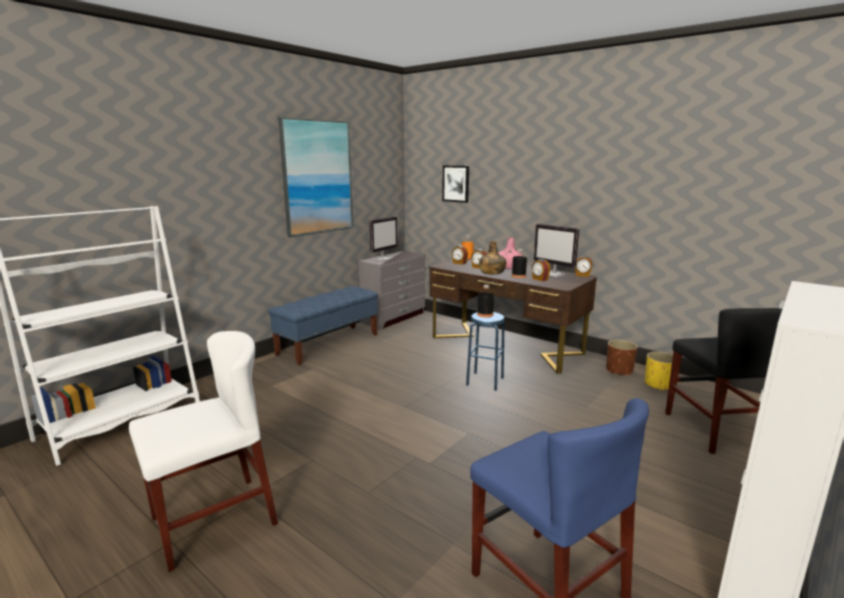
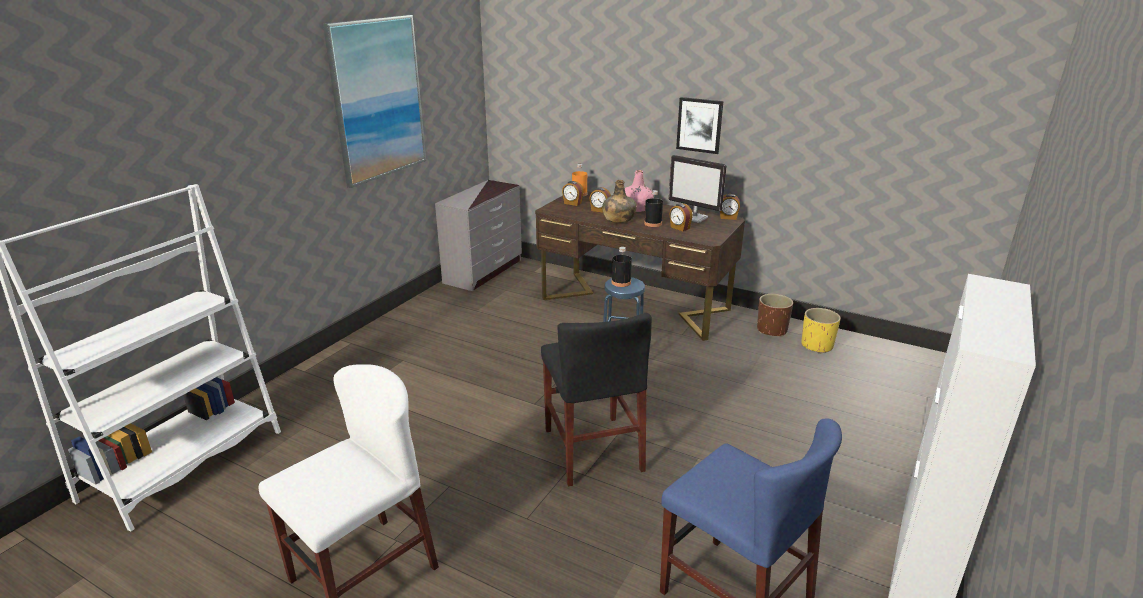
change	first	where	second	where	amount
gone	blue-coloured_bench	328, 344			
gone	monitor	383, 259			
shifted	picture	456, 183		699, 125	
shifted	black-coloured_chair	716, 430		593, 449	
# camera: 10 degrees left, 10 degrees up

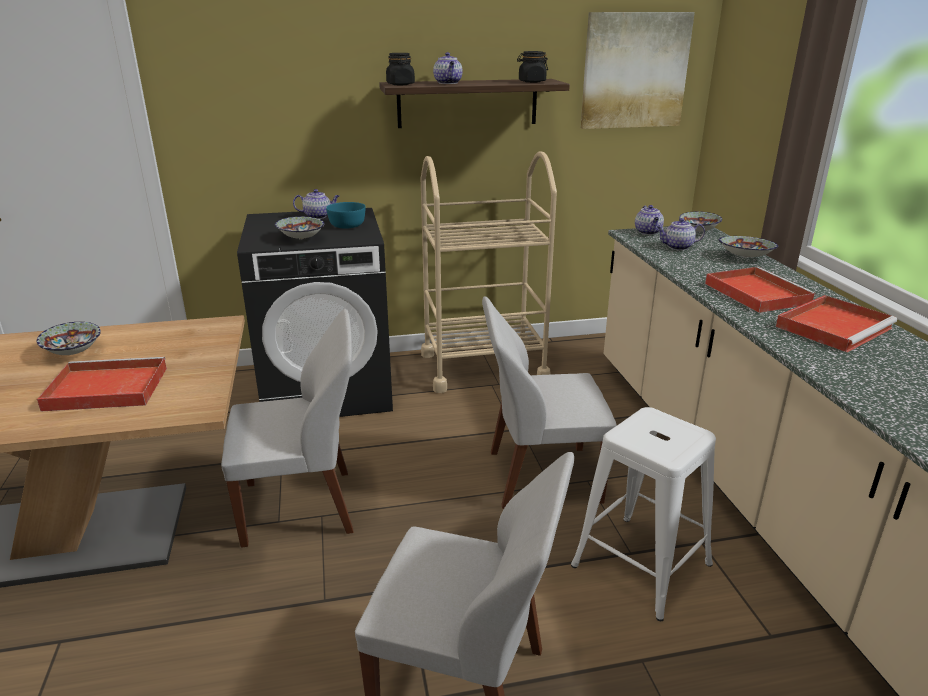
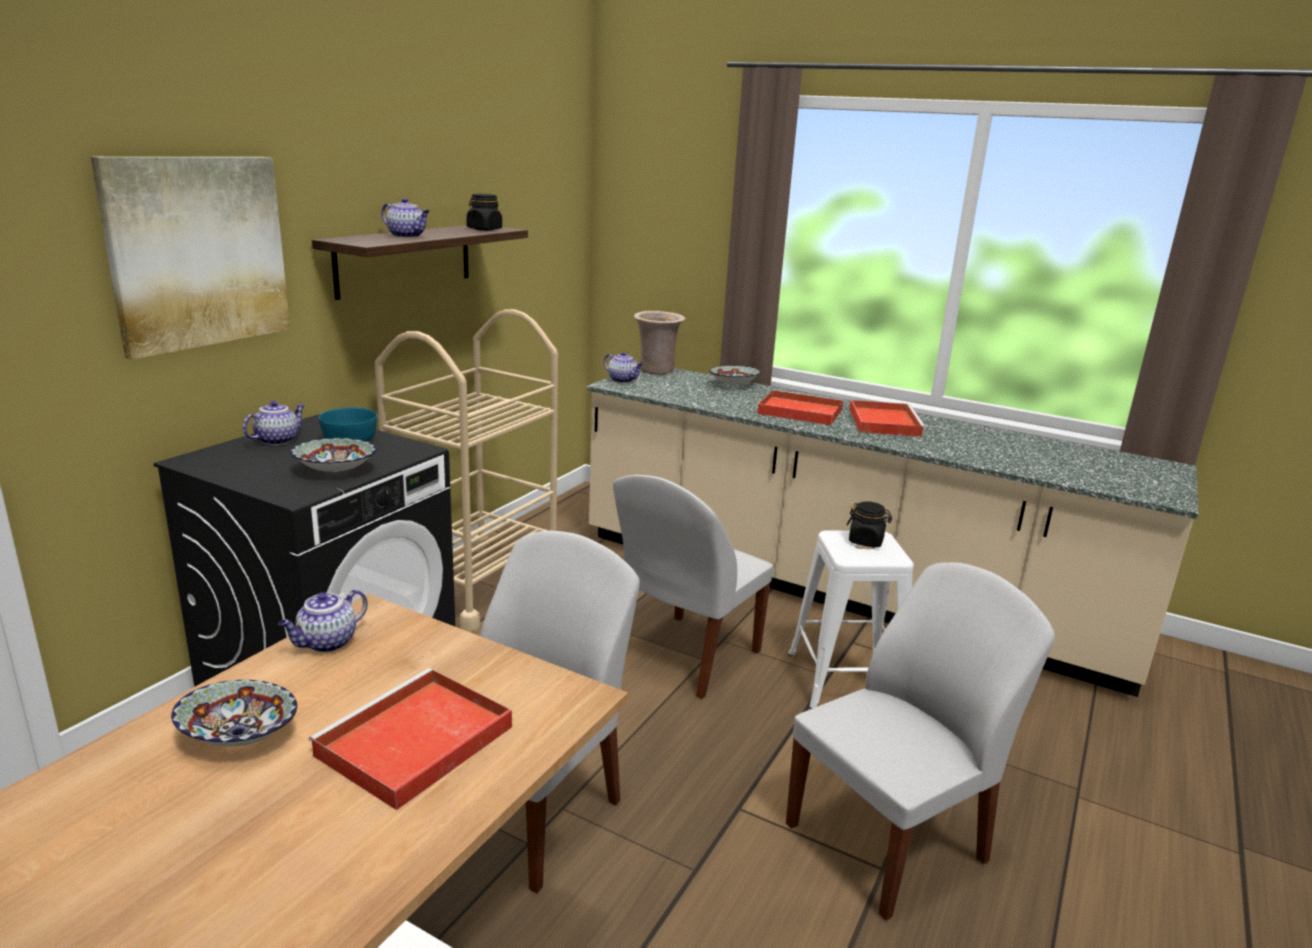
change	first	where	second	where	amount
shifted	black-coloured_preserve_jar	400, 84		866, 541	
shifted	picture	634, 71		198, 252	
shifted	tea_pot	677, 247		327, 643	
swapped	bowl	699, 231	sand-coloured_vase	657, 371	
# camera: 50 degrees left, 5 degrees down

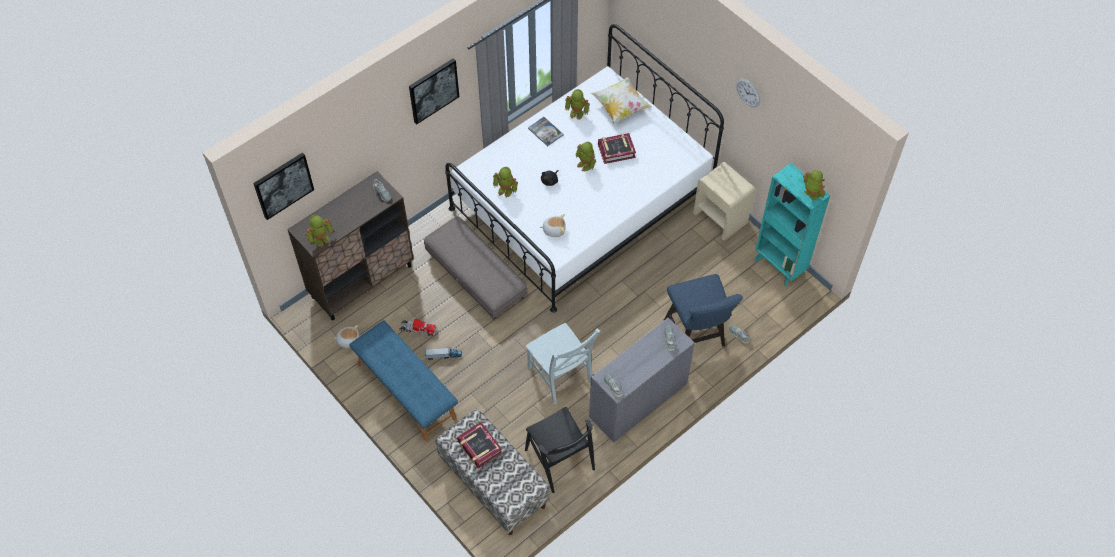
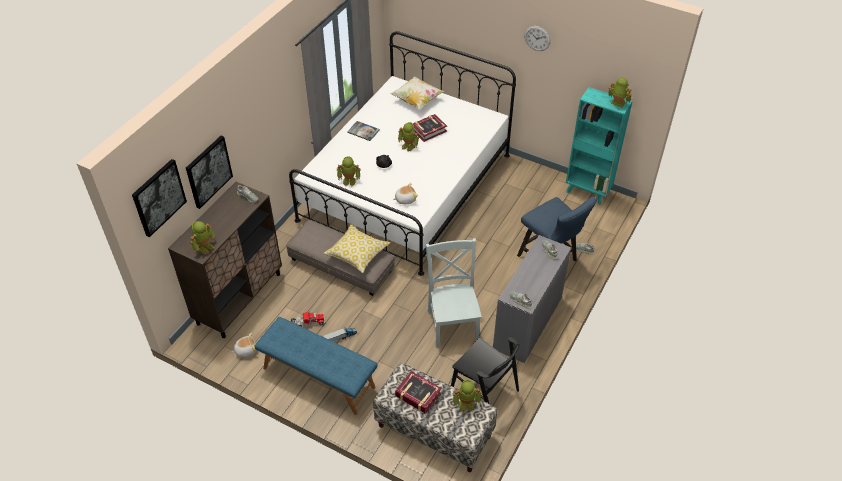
change	first	where	second	where	amount
shifted	picture	433, 90		208, 171	
rotated	grey_chair	561, 376		452, 324	135 degrees counterclockwise
shifted	toy_robot	577, 113		466, 403	
gone	sand-coloured_nightstand	720, 218			
new			pillow	357, 254	
# camera: 20 degrees left, 10 degrees down

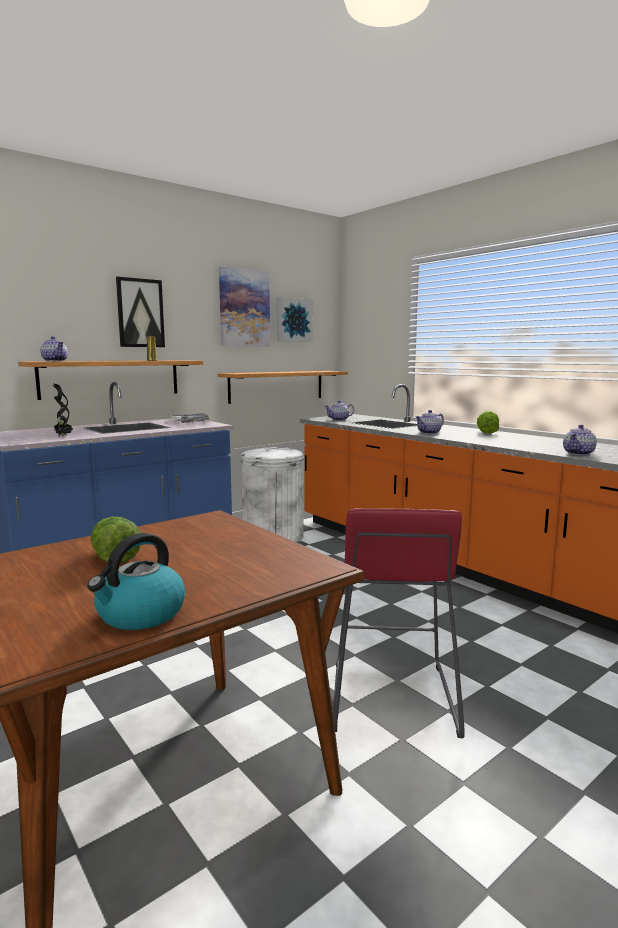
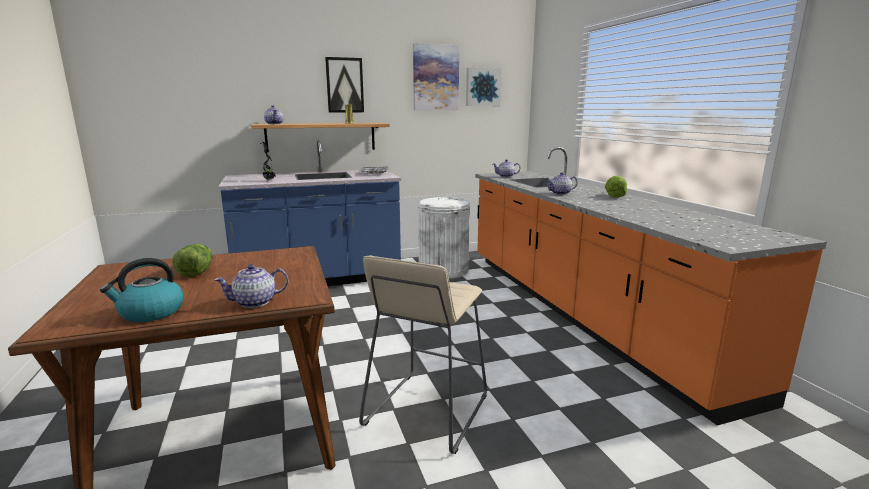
change	first	where	second	where	amount
gone	wall_shelf	277, 386			
repainted	red_sitting_stool	391, 697	sand-coloured_sitting_stool	427, 411	
shifted	tea_pot	579, 453		255, 302	
# camera: 20 degrees right, 5 degrees up

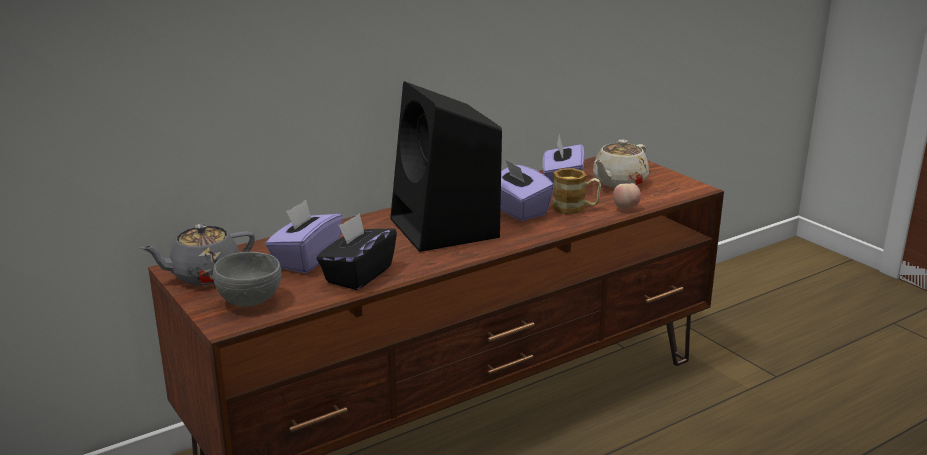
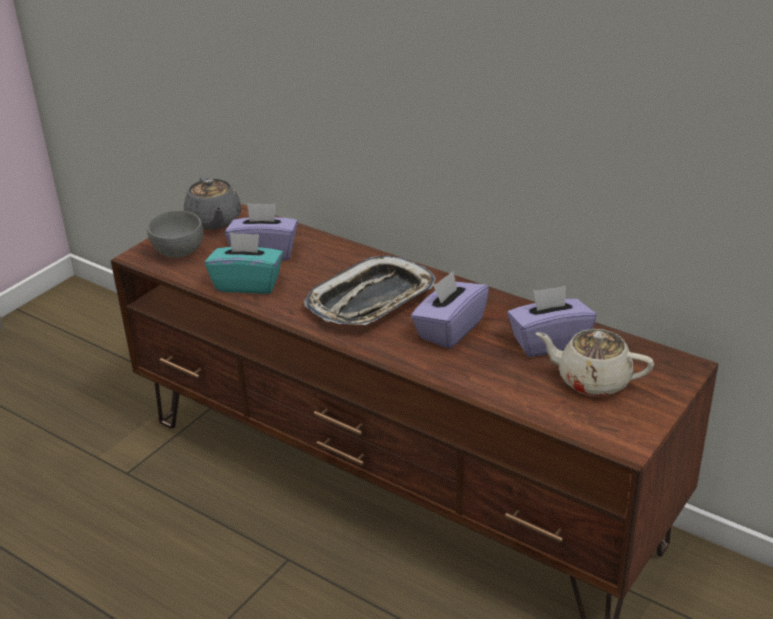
change	first	where	second	where	amount
rotated	grey_tea_pot	204, 275		214, 221	150 degrees counterclockwise
repainted	black-coloured_box_of_tissues	358, 275	turquoise-coloured_box_of_tissues	248, 284	
swapped	black-coloured_audio_speaker	446, 229	tray	371, 301	
gone	coffee_mug	575, 208			
gone	whole_apple	625, 208			
# camera: 70 degrees right, 10 degrees up

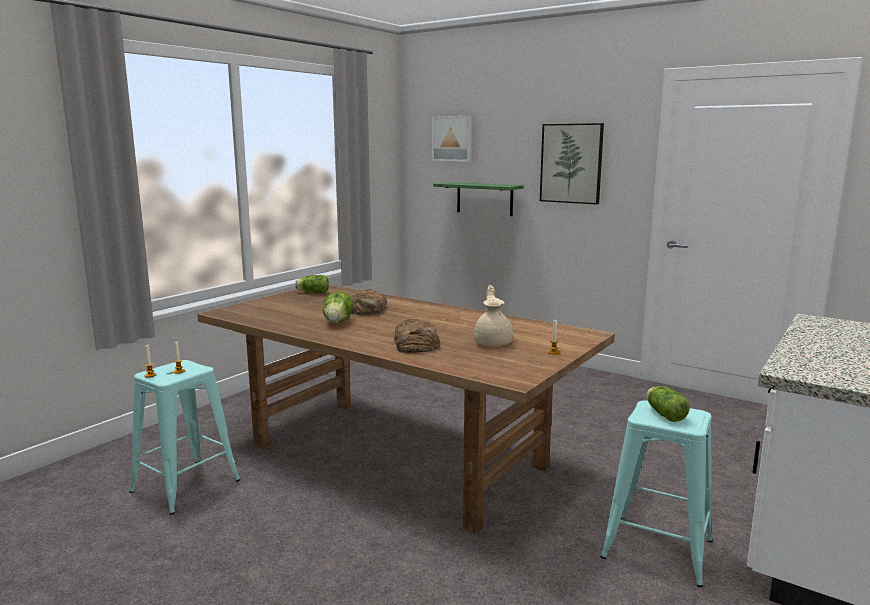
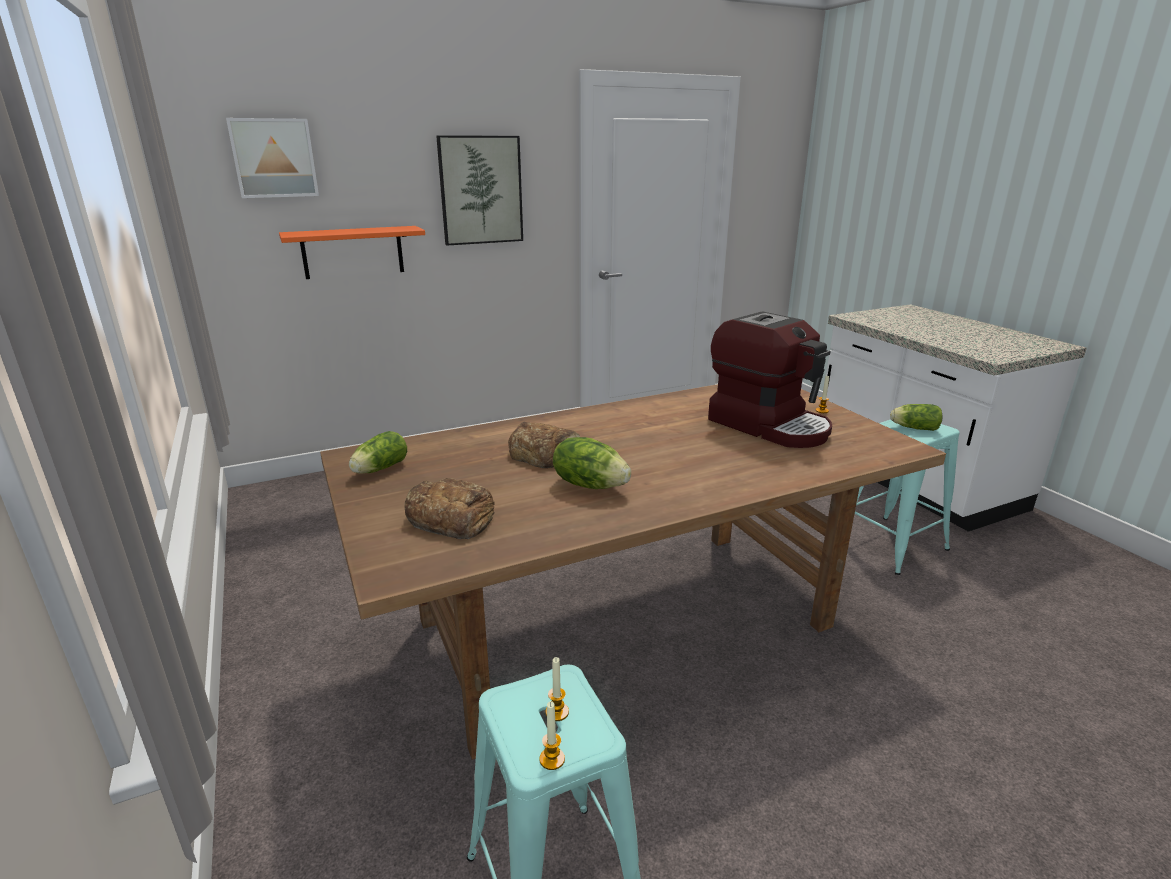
change	first	where	second	where	amount
shifted	bread	415, 344		451, 517	
repainted	green-coloured_wall_shelf	484, 198	orangey_wall_shelf	353, 252	
swapped	sand-coloured_tea_pot	493, 343	coffee_machine	769, 425	
# camera: 60 degrees left, 10 degrees up

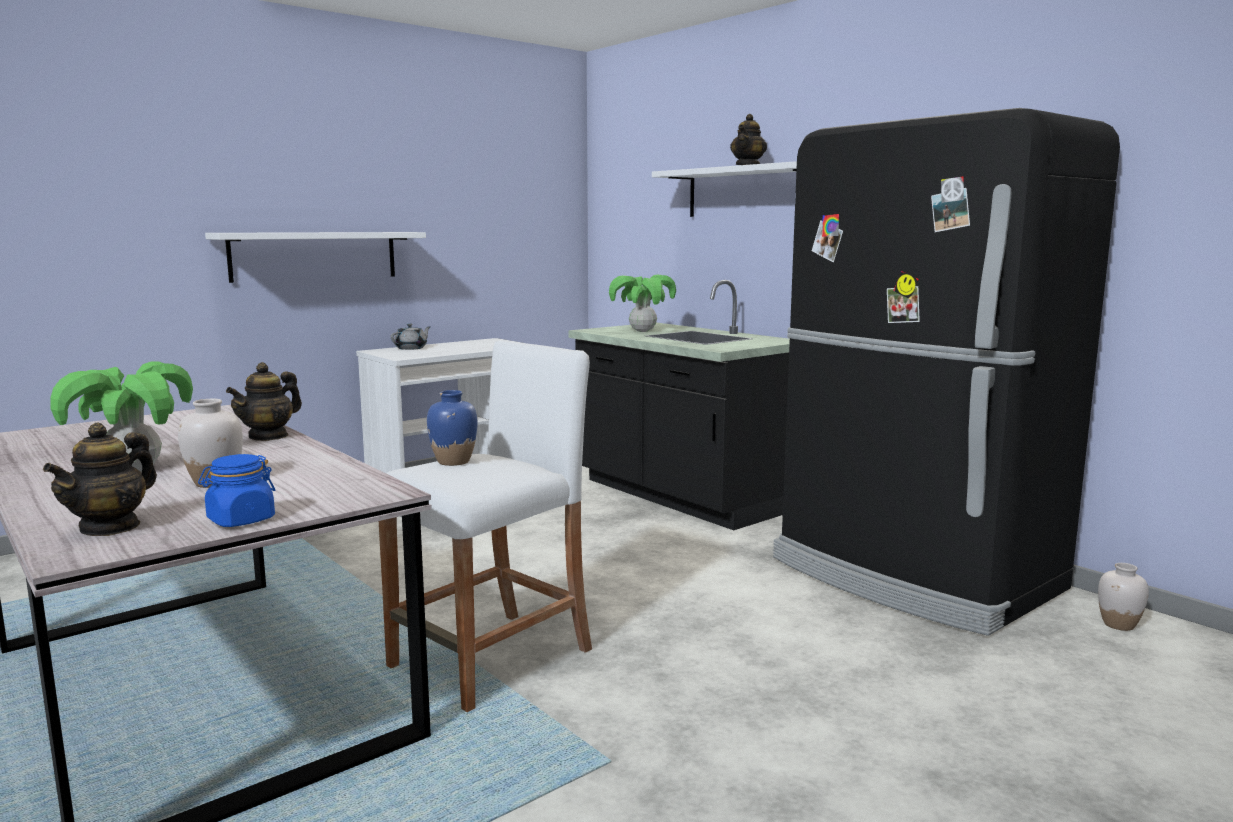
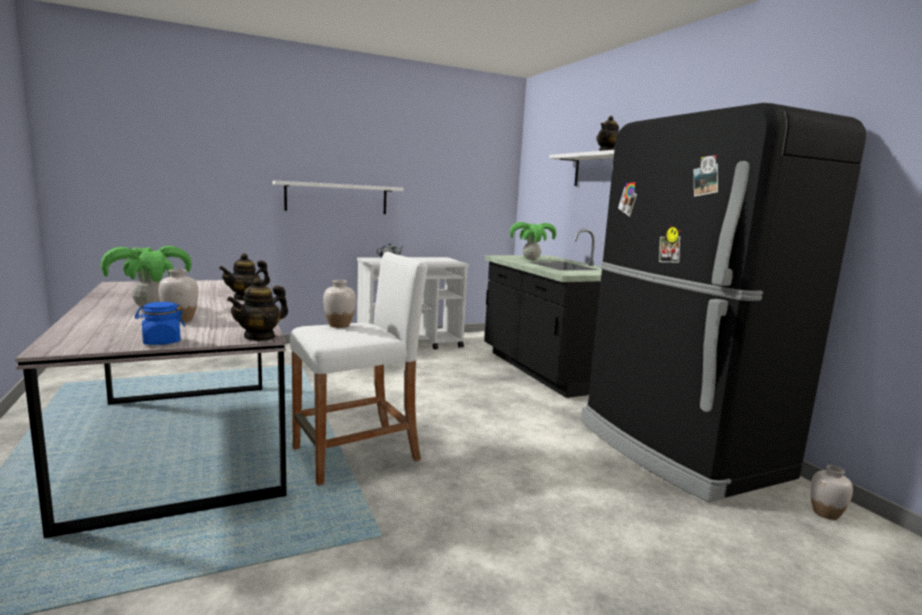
change	first	where	second	where	amount
shifted	tea_pot	110, 527		260, 337	
repainted	blue-coloured_vase	454, 461	whitish_vase	339, 325	
# camera: 15 degrees right, 0 degrees up

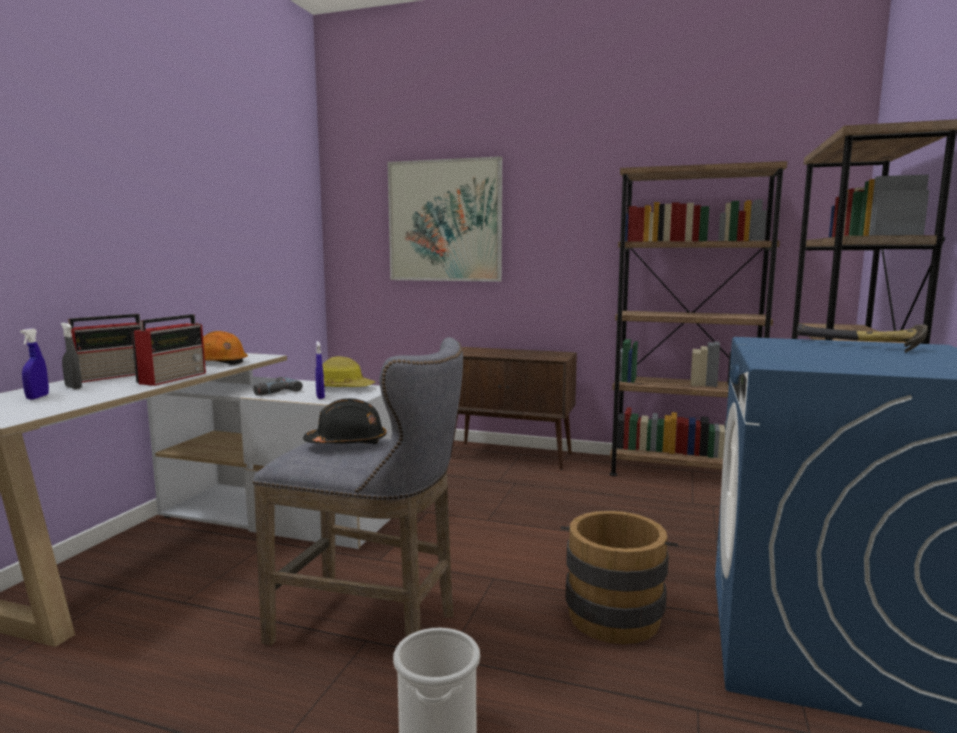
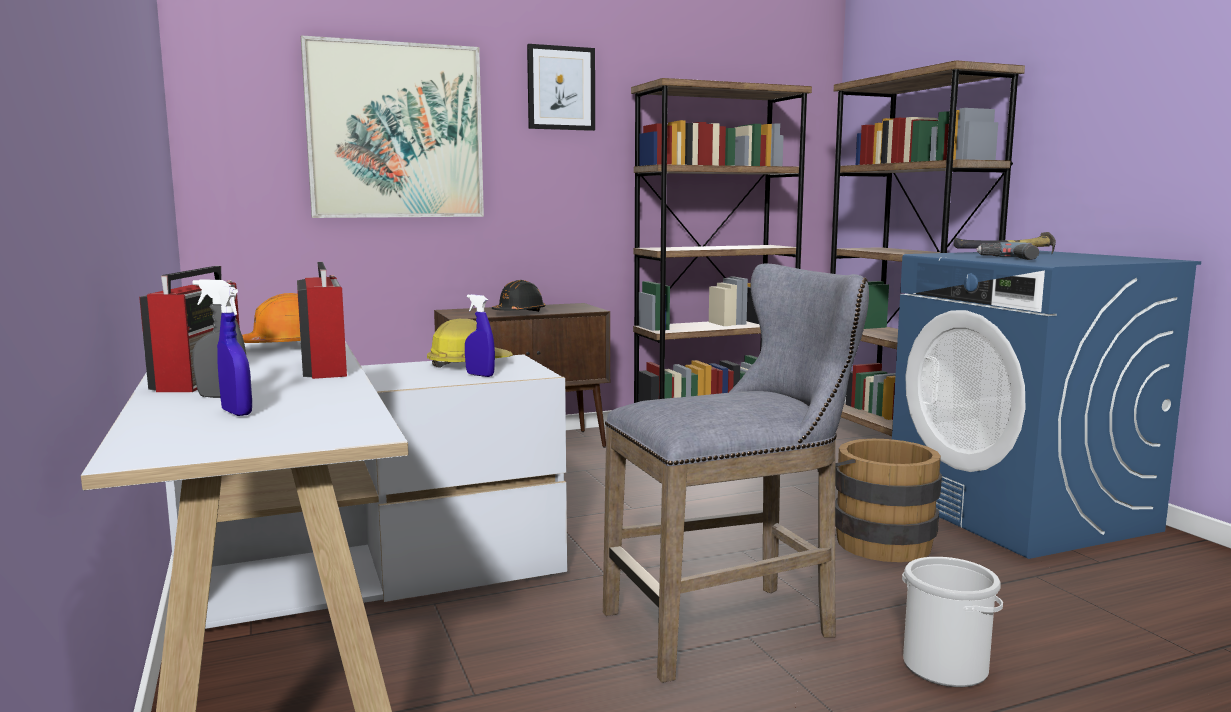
change	first	where	second	where	amount
shifted	electric_drill	273, 391		1010, 258	
shifted	black-coloured_hard_hat	347, 443		519, 313	
new			picture	561, 88	
# camera: 40 degrees left, 0 degrees up

